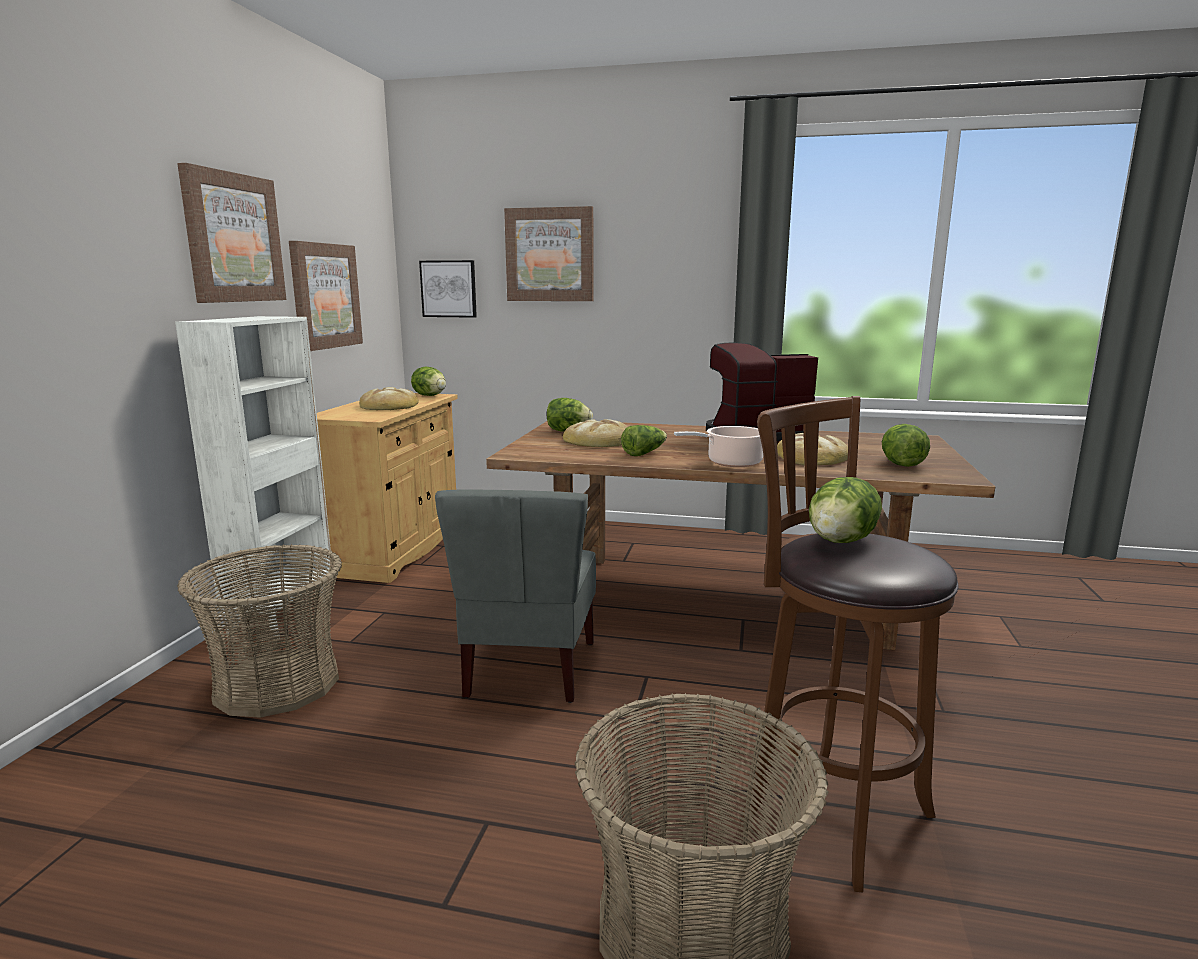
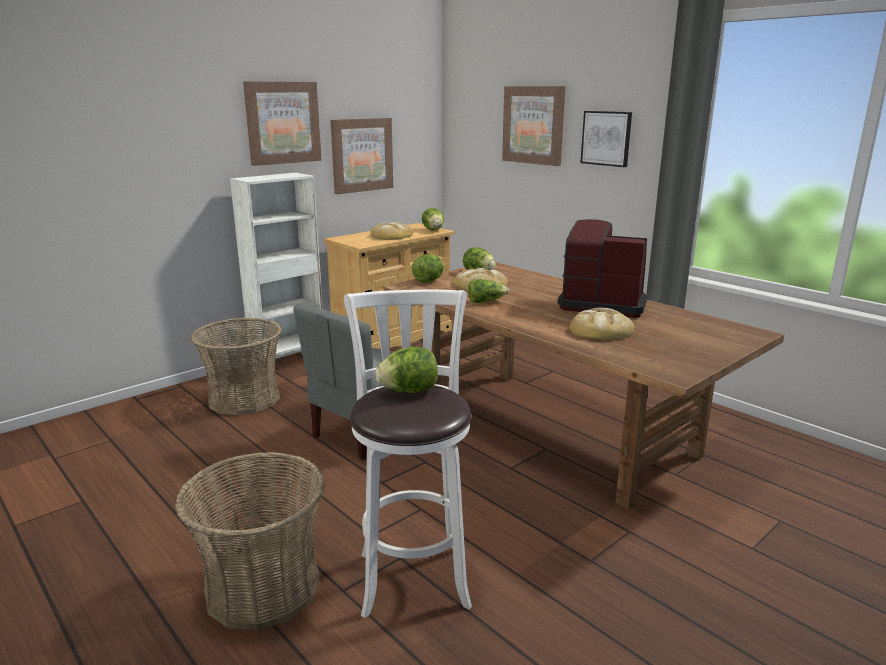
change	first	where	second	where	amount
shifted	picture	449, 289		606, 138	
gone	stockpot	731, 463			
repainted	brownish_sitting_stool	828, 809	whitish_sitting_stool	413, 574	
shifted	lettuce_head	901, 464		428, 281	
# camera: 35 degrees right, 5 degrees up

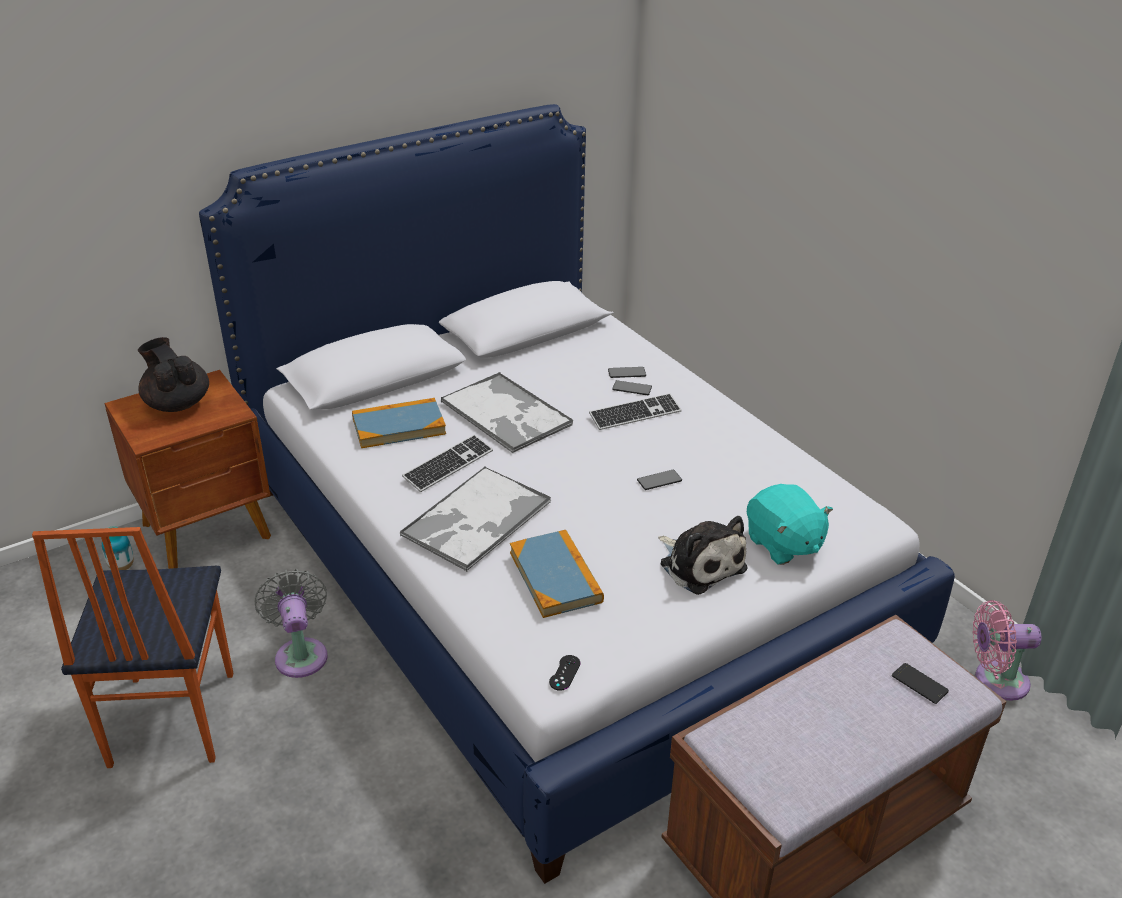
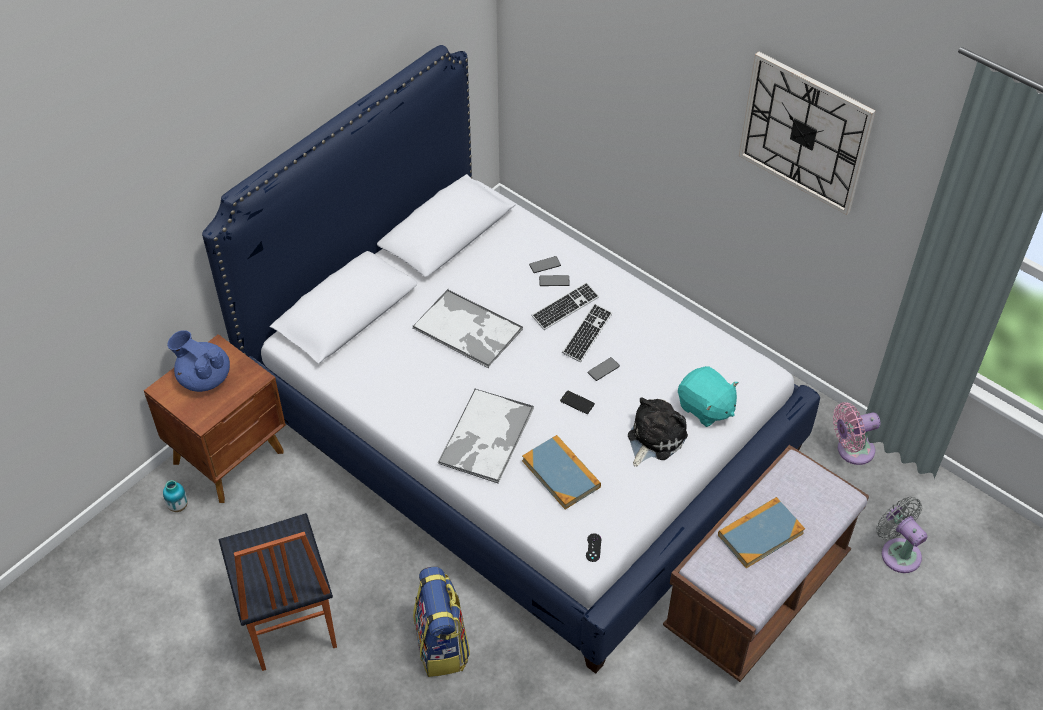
change	first	where	second	where	amount
repainted	black-coloured_tea_pot	177, 403	blue-coloured_tea_pot	204, 378	
shifted	grey_fan	300, 653		898, 552	
shifted	book	399, 426		760, 534	
shifted	PC_keyboard	448, 465		587, 334	
rotated	plush_toy	700, 564		654, 438	90 degrees counterclockwise
shifted	phone	919, 683		577, 402	
new			backpack	442, 645	
new			hanging_clock	805, 132	
# camera: 15 degrees left, 15 degrees up

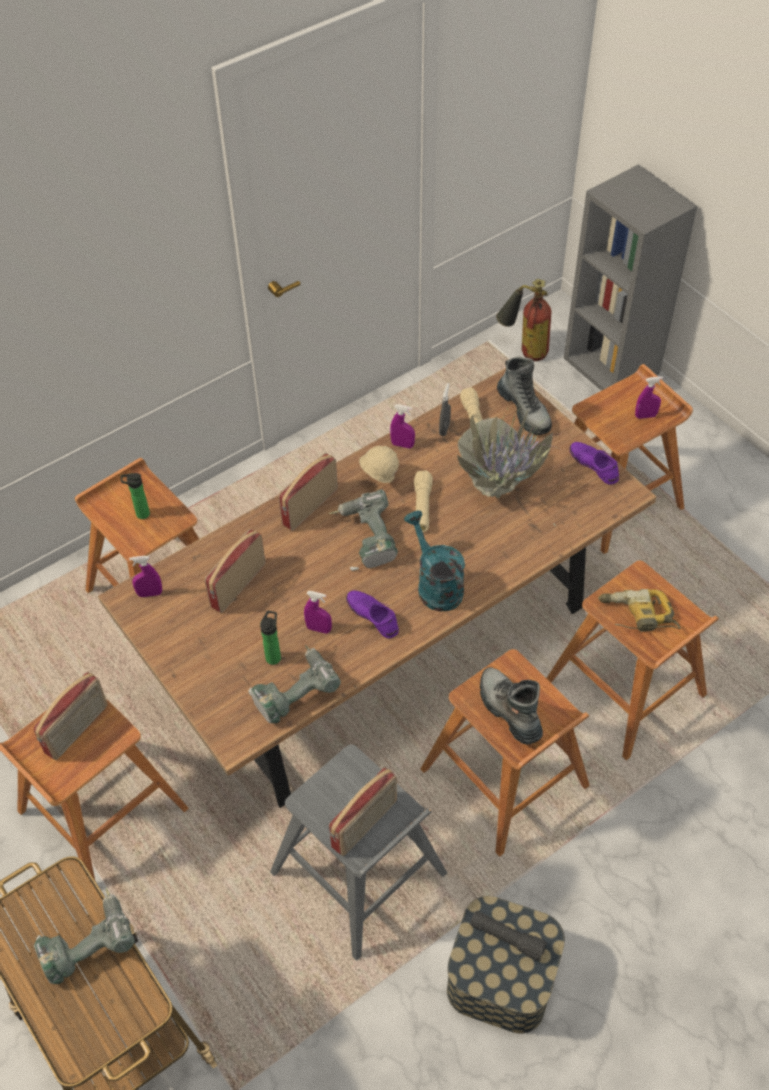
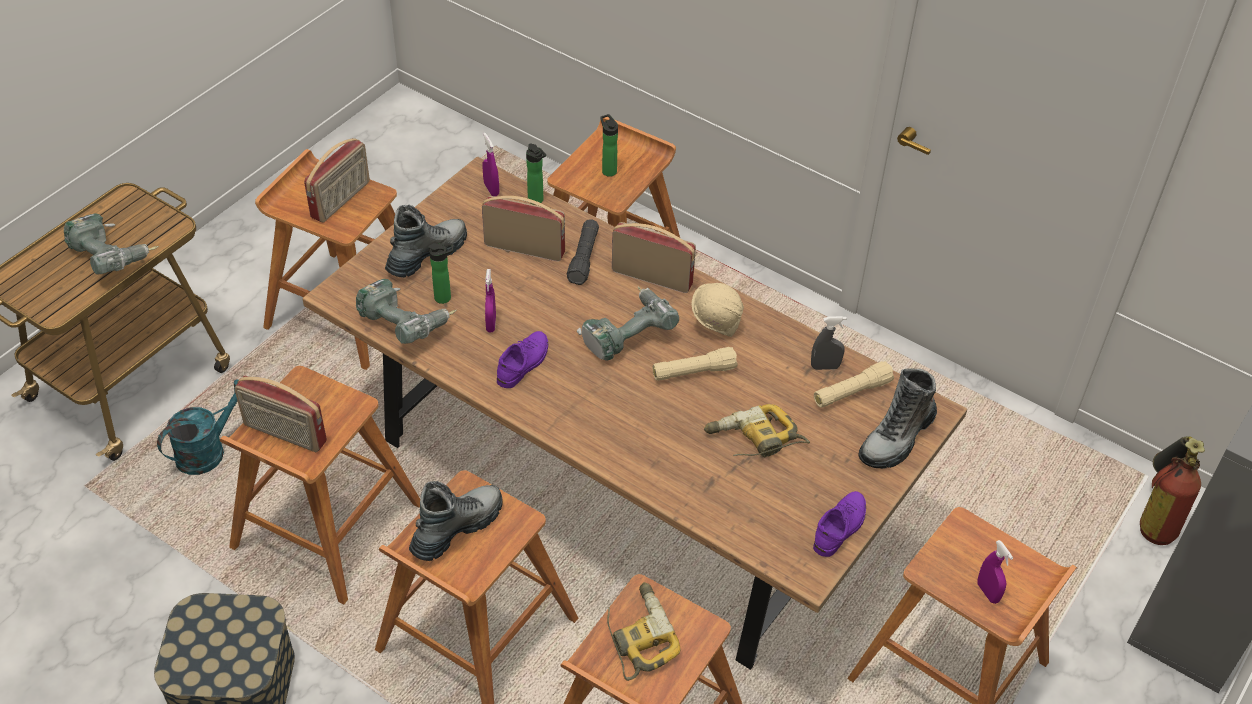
change	first	where	second	where	amount
rotated	radio_set	77, 730		341, 200	75 degrees counterclockwise
repainted	grey_sitting_stool	359, 874	brownish_sitting_stool	325, 527	
gone	purple_hand_sprayer	402, 445			
shifted	turquoise-coloured_watering_pot	435, 585		208, 450	
swapped	houseplant	502, 489	electric_drill	754, 440	
shifted	black-coloured_flashlight	507, 938		584, 258	
new			boot	427, 255	
new			beverage_bottle	537, 201	
# camera: 70 degrees right, 5 degrees down

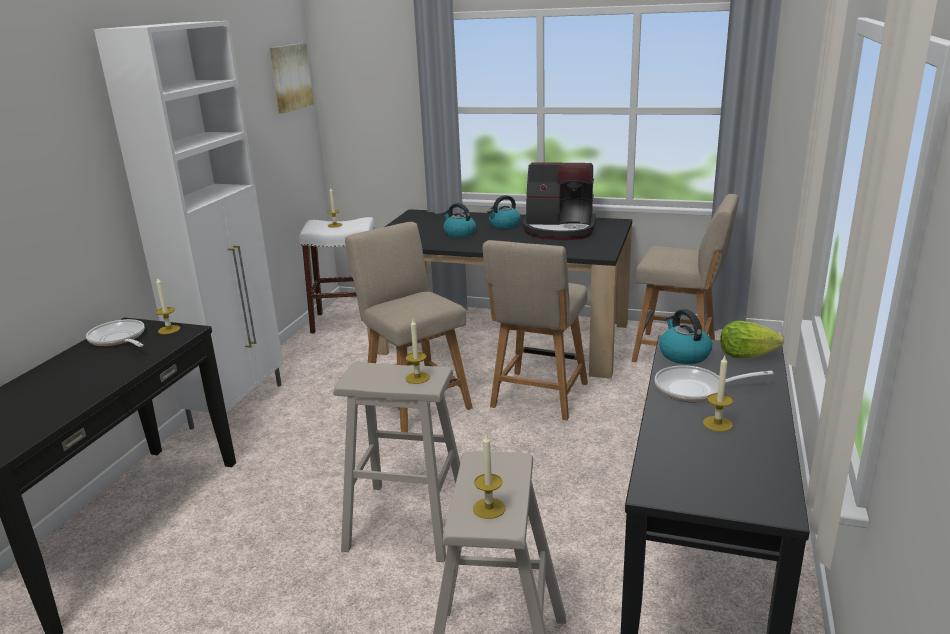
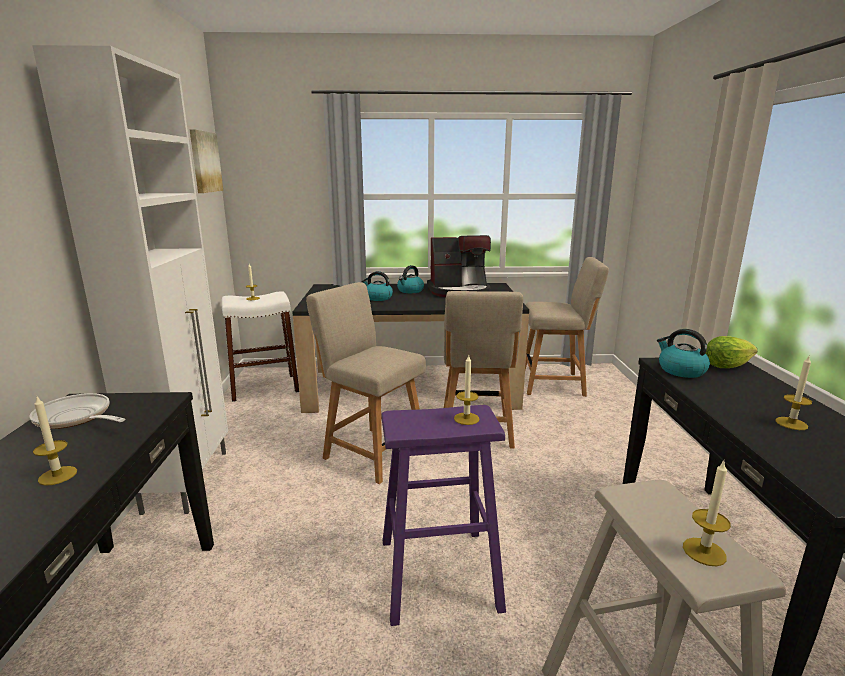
change	first	where	second	where	amount
shifted	wax_light	169, 329		57, 475	
repainted	sand-coloured_sitting_stool	406, 521	purple_sitting_stool	438, 574	
gone	skillet	695, 389			
# camera: 20 degrees left, 5 degrees down

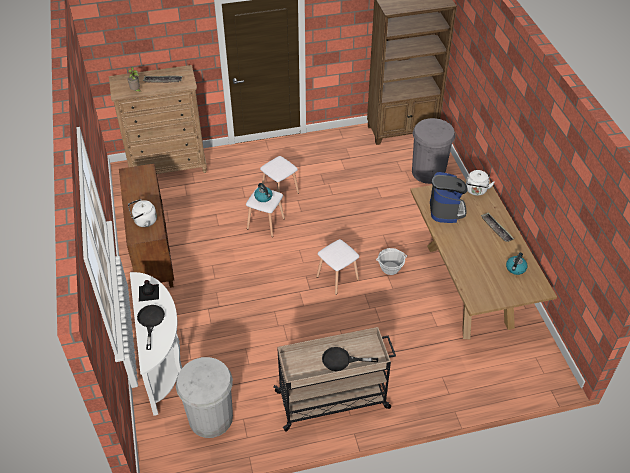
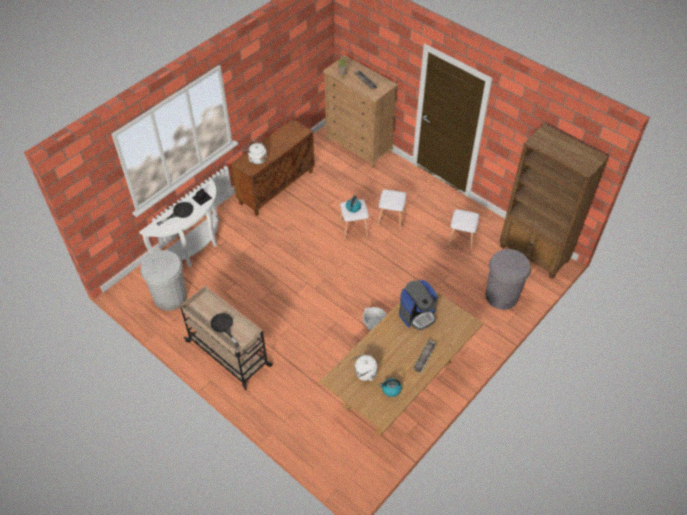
change	first	where	second	where	amount
shifted	whitish_sitting_stool	338, 278		461, 240	
shifted	whitish_tea_kettle	476, 191		364, 373	
# camera: 55 degrees right, 5 degrees up

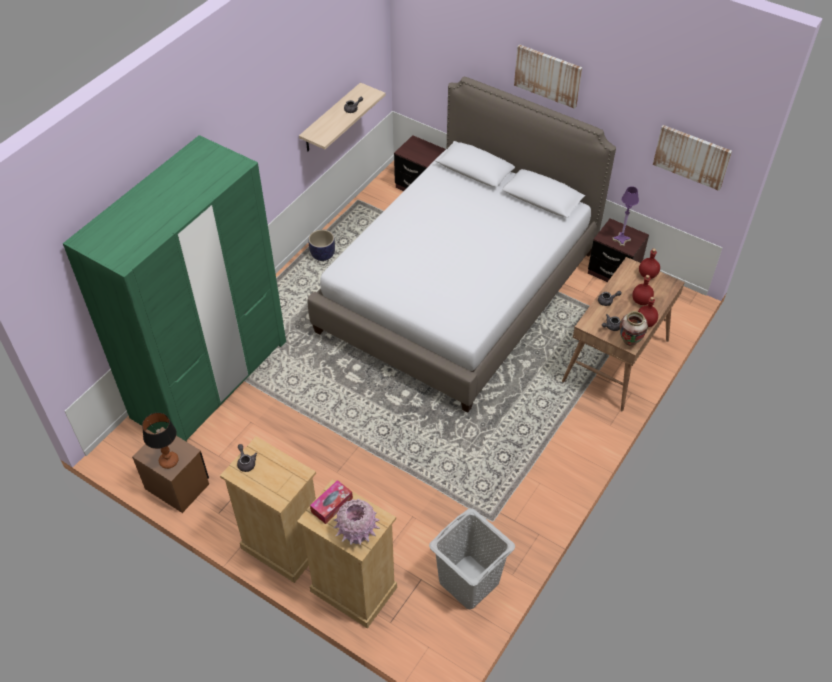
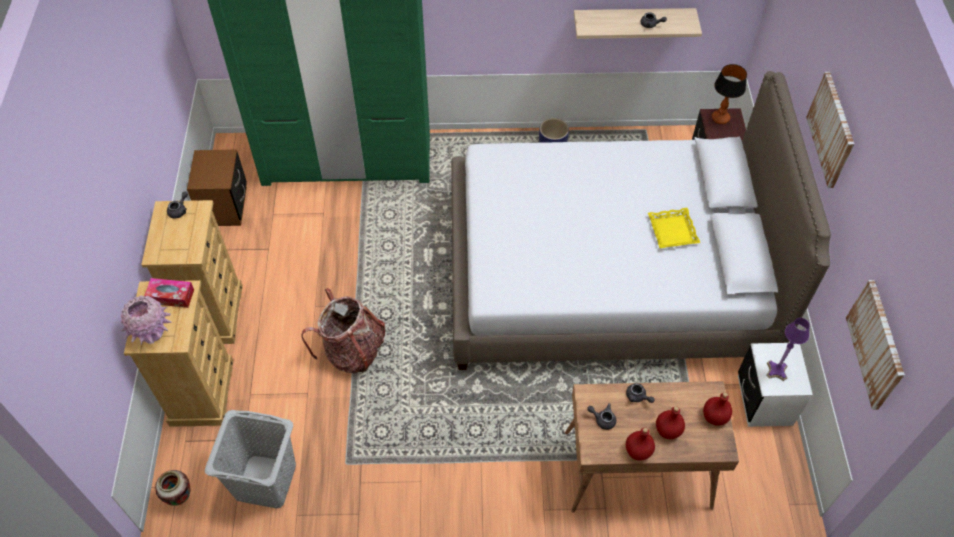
change	first	where	second	where	amount
shifted	lamp_for_a_table	168, 461		720, 118	
repainted	brownish_nightstand	613, 272	whitish_nightstand	764, 400	
shifted	vase	629, 342		180, 498	
new			backpack	352, 351	
new			yellow-coloured_tray	673, 231	
# camera: 55 degrees right, 5 degrees up

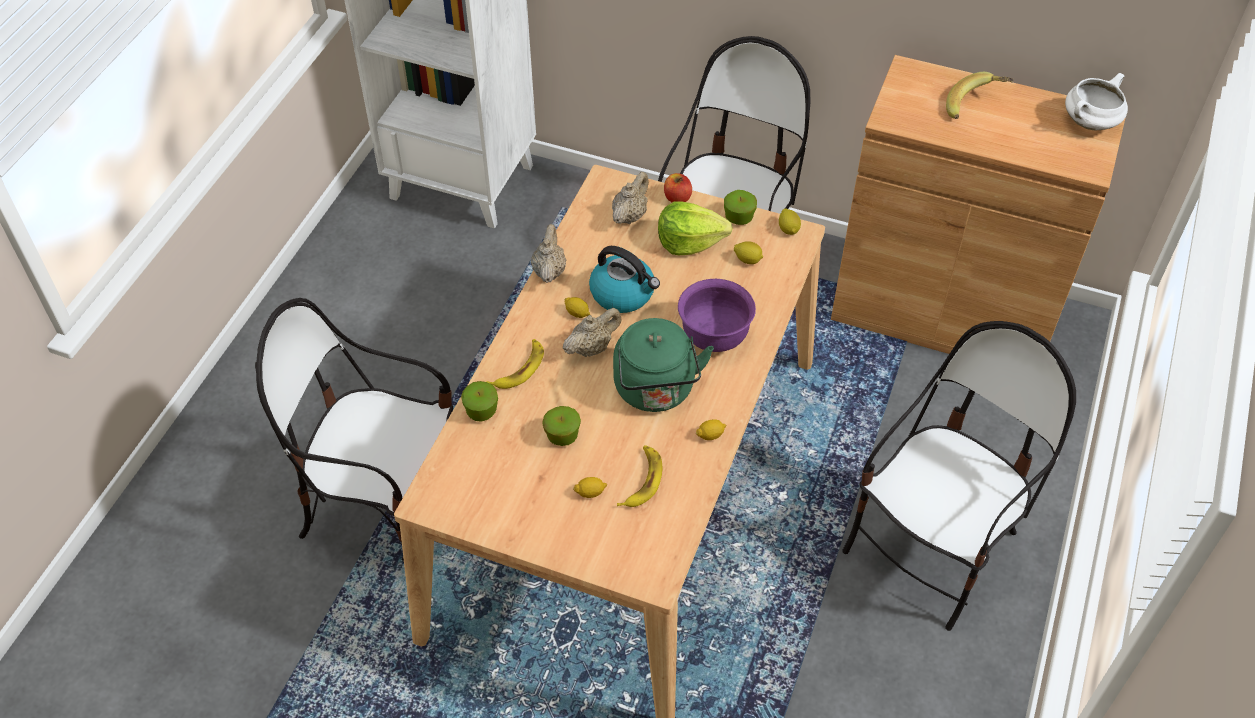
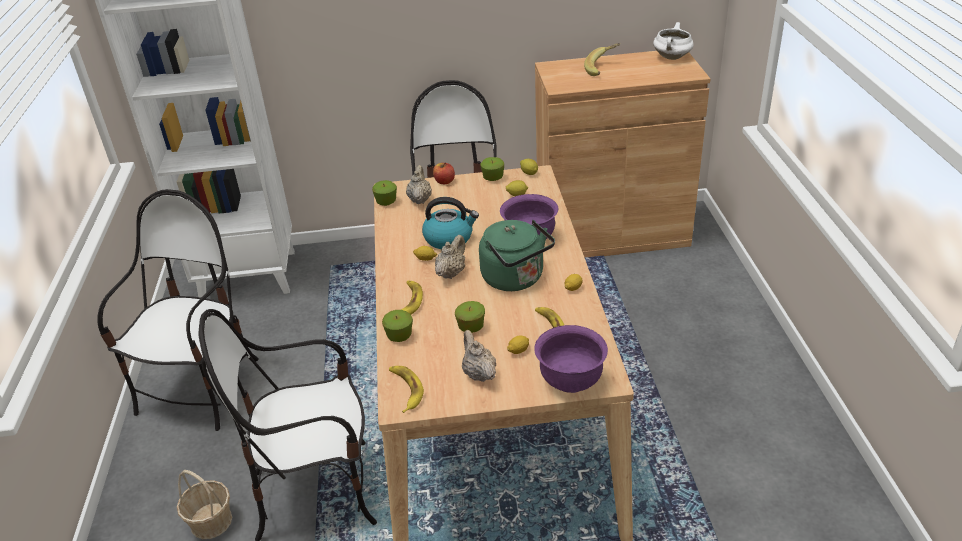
change	first	where	second	where	amount
shifted	sand-coloured_tea_pot	549, 271		478, 373	
gone	lettuce_head	689, 241			
shifted	chair	933, 549		201, 389	
new			storage_basket	211, 521	
new			whole_apple	386, 202	
new			banana	405, 390	
new			purple_bowl	570, 380	
# camera: 25 degrees left, 15 degrees down

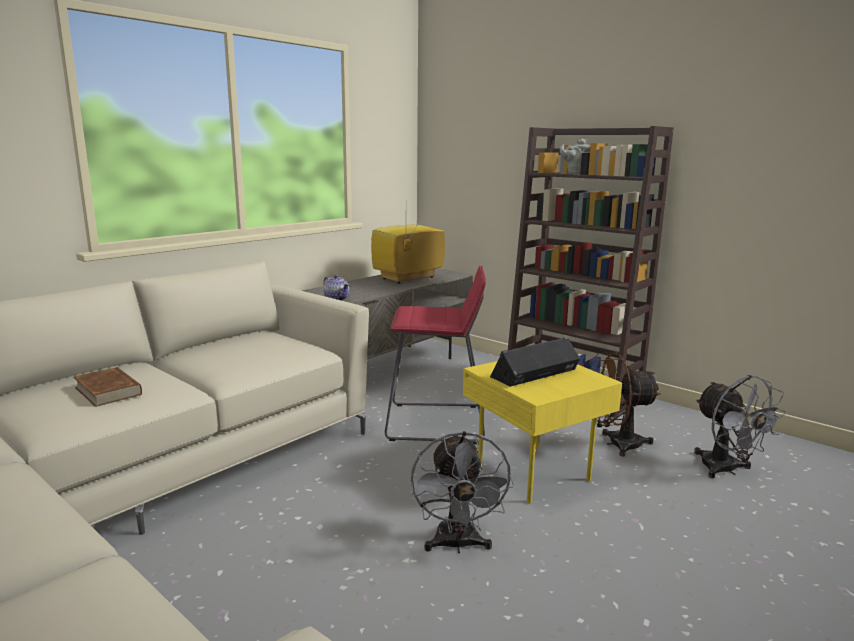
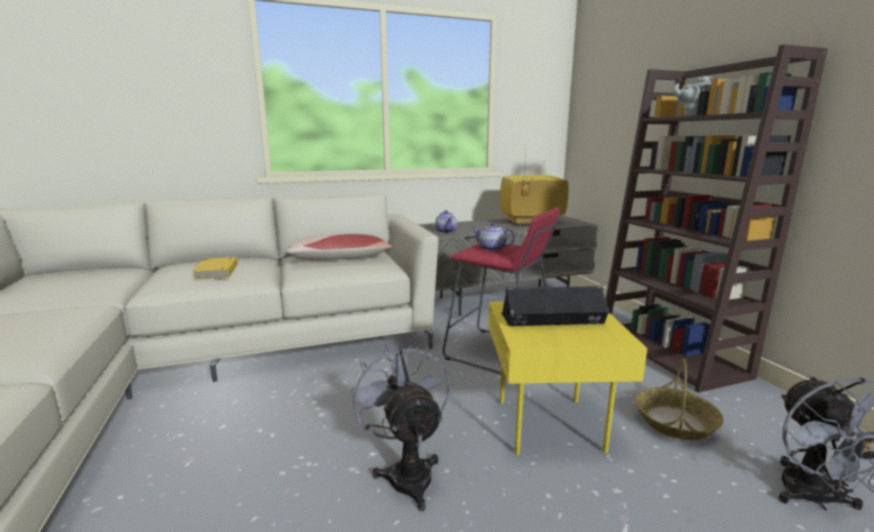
change	first	where	second	where	amount
repainted	brownish_book	108, 391	yellow-coloured_book	217, 272	
rotated	grey_fan	457, 545		407, 472	135 degrees clockwise
swapped	brownish_fan	616, 444	storage_basket	675, 422	
new			pillow	339, 259	
new			tea_pot	491, 248	
# camera: 30 degrees right, 0 degrees up

